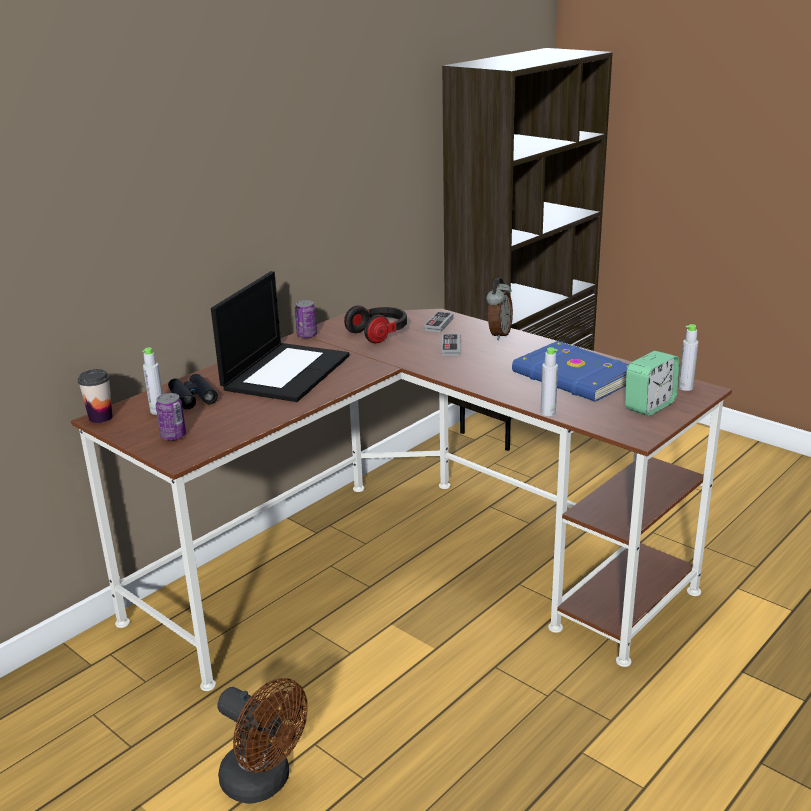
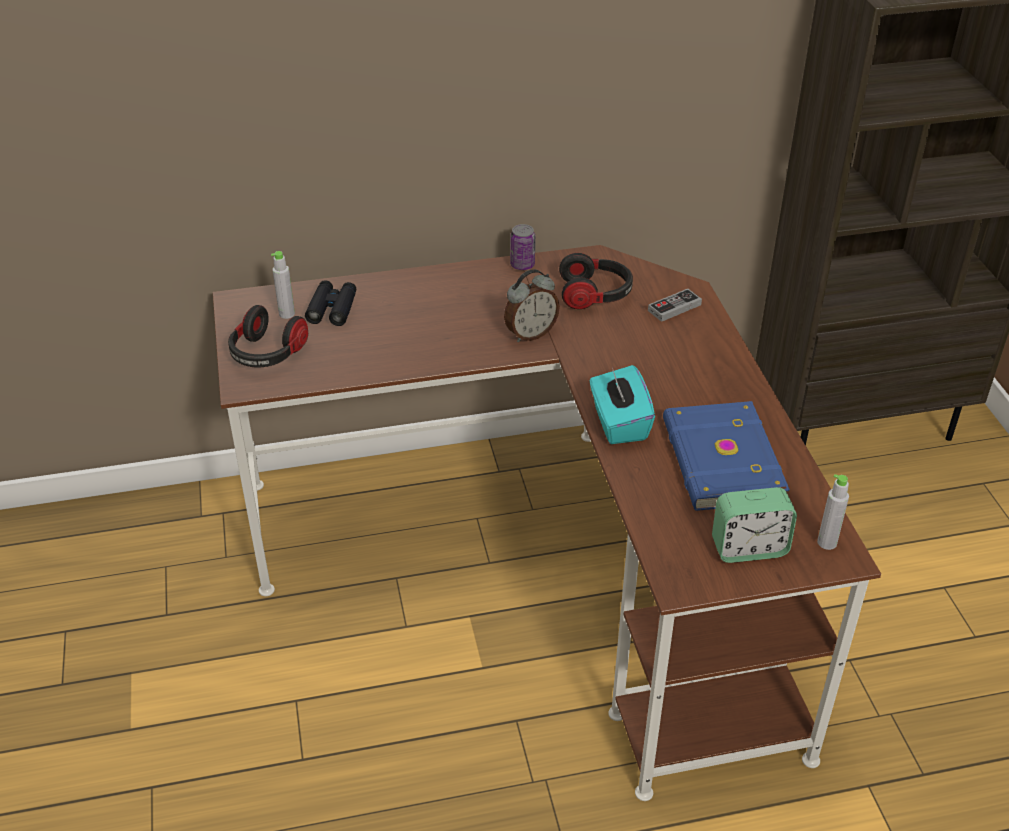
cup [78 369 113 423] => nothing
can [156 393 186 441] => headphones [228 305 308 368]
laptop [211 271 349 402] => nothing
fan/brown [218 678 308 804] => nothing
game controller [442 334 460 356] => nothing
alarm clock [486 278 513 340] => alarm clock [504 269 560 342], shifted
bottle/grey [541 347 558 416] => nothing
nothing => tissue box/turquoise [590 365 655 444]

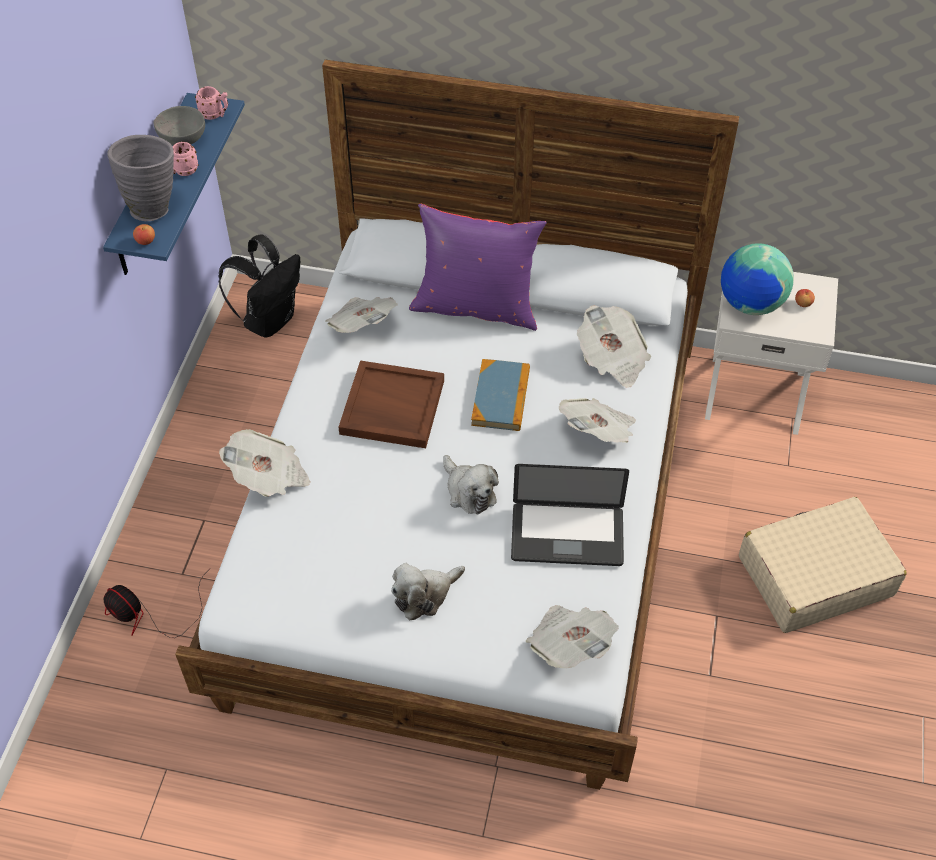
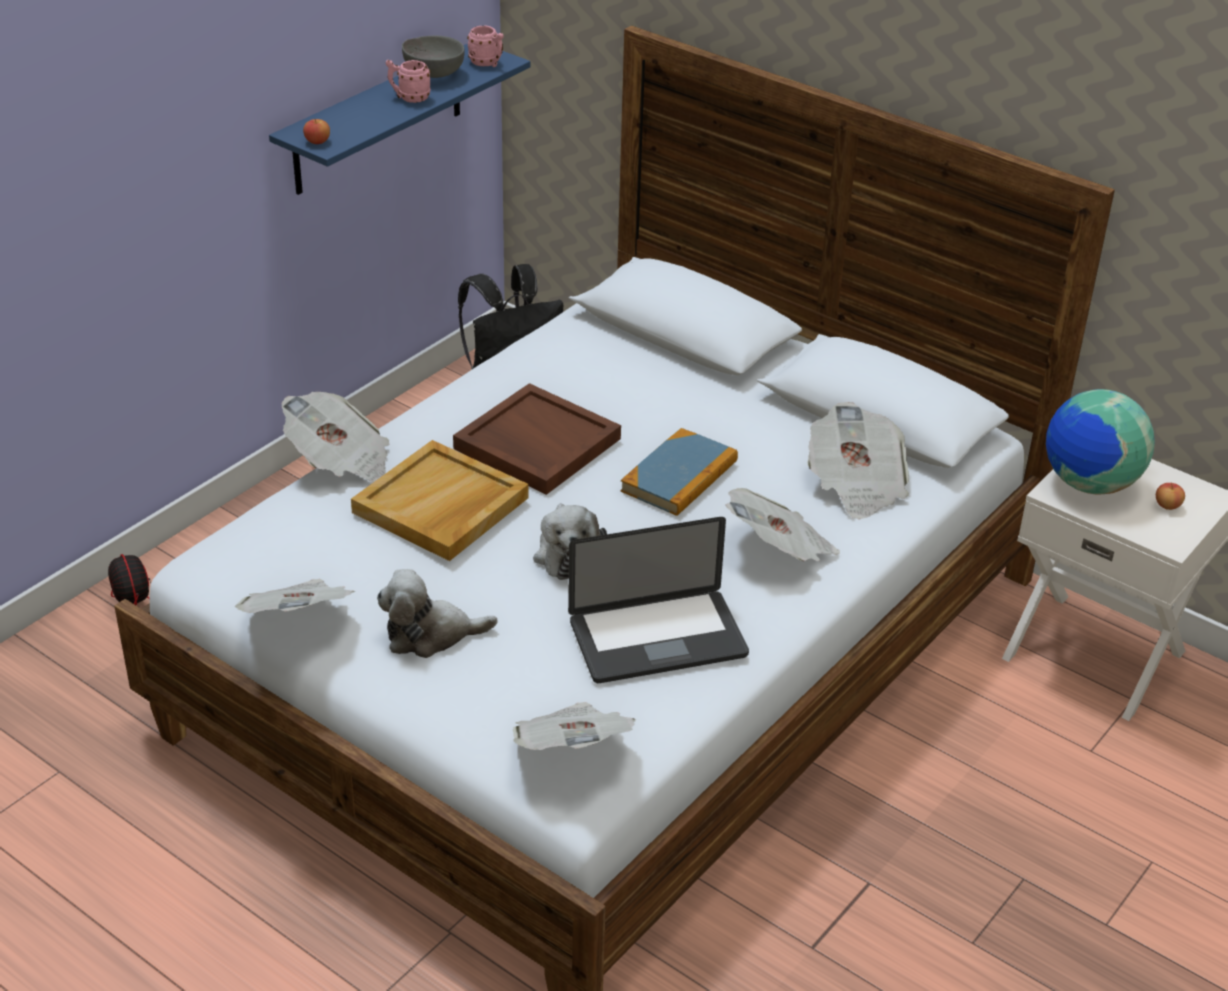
vase/grey [107 135 174 221] => nothing
newspaper [325 297 398 333] => newspaper [235 579 355 613], shifted
pillow/purple [409 204 547 331] => nothing
laptop [511 464 629 566] => laptop [568 517 749 683], 45 degrees counterclockwise
suitcase/beige [739 497 907 633] => nothing
nothing => tray/beige [351 440 529 561]

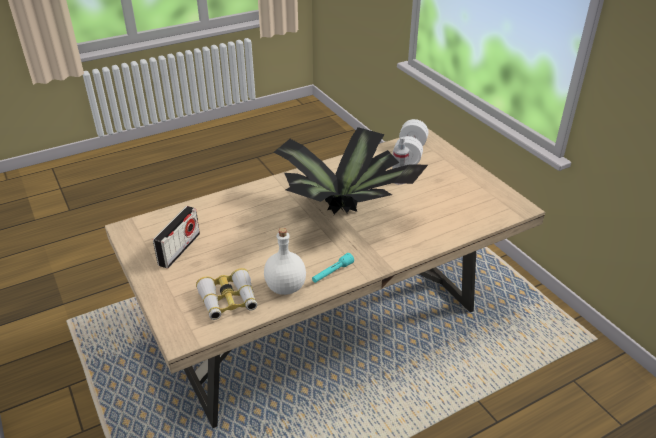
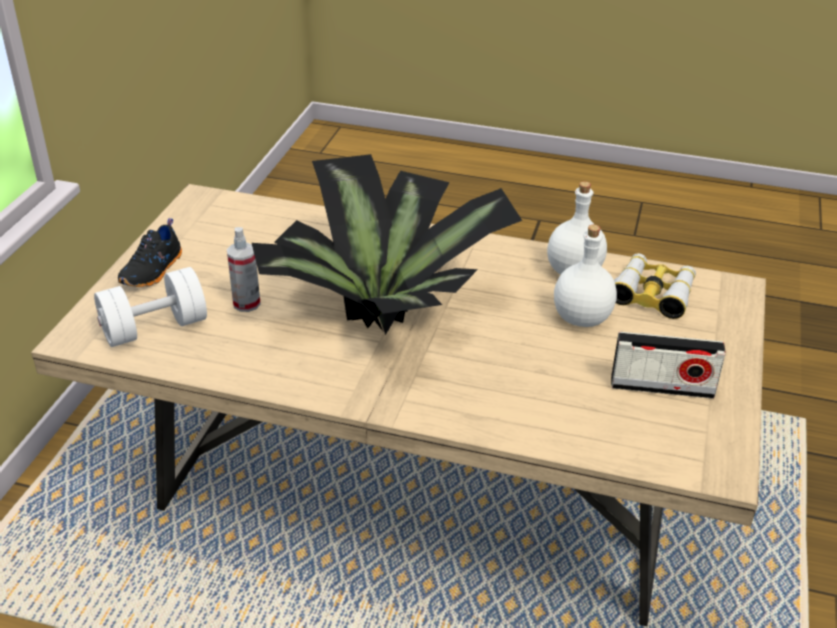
radio [153 206 200 268] => radio [611 332 725 399], 150 degrees counterclockwise
flashlight/turquoise [312 253 354 283] => nothing
nothing => shoe/black [118 218 182 287]
nothing => bottle/white [554 224 617 327]

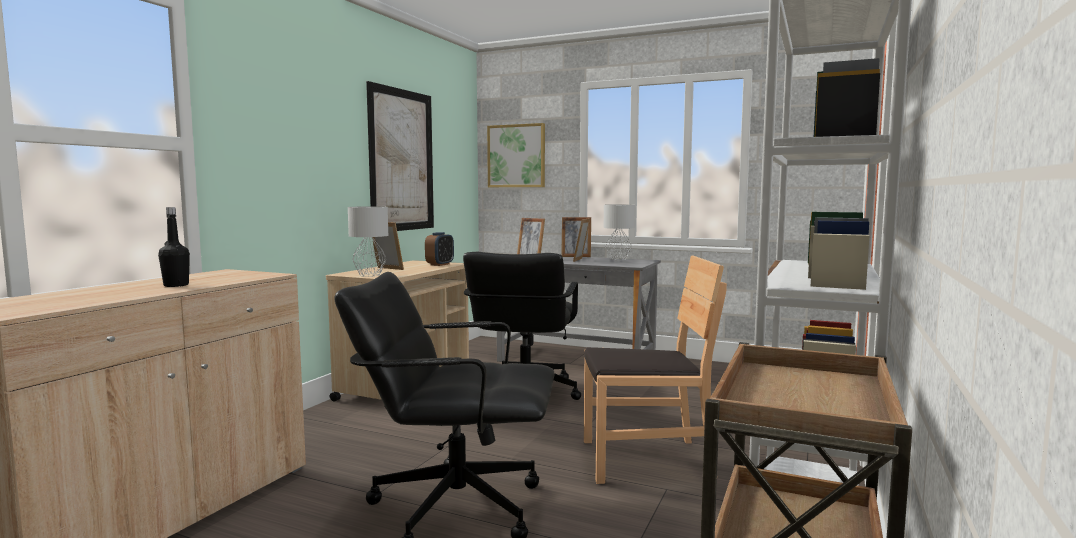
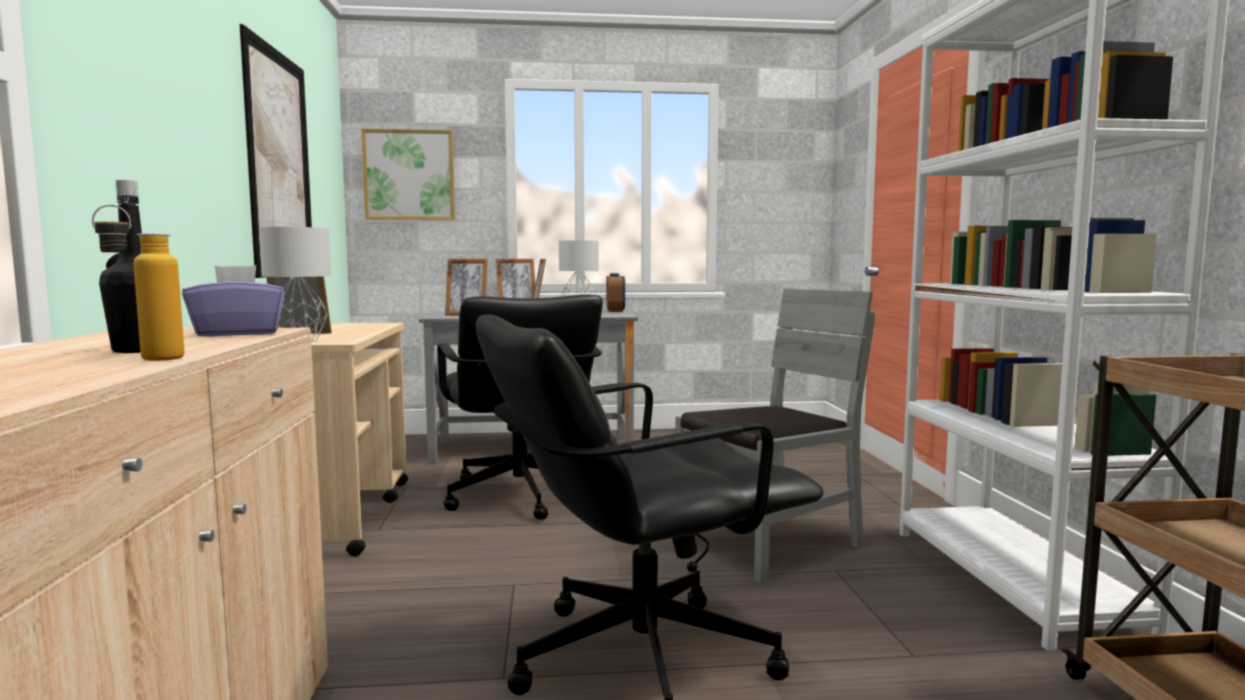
alarm clock [425 232 454 266] => alarm clock [606 273 625 312], shifted
chair/brown [584 255 727 484] => chair/grey [675 288 875 584]
nothing => bottle [92 205 184 361]
nothing => tissue box/purple [182 265 284 337]

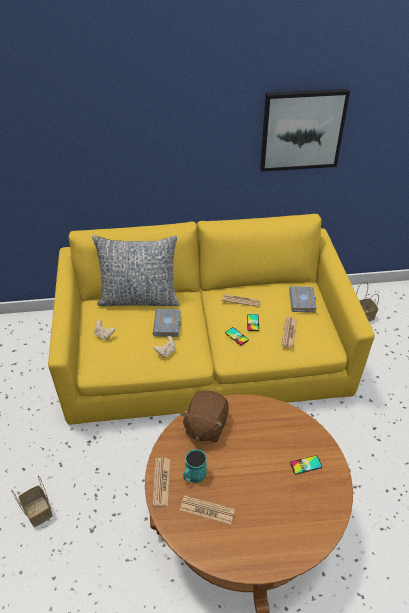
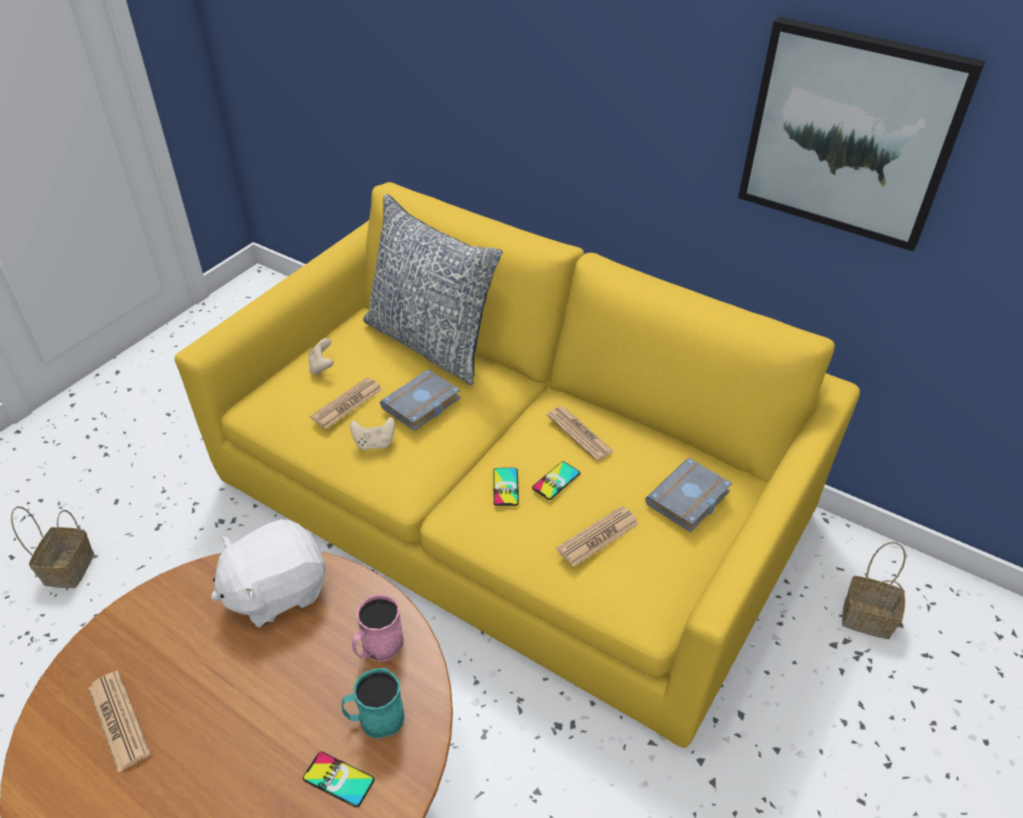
newspaper [152 458 170 506] => newspaper [310 377 382 429], shifted
plush toy/brown [181 390 229 442] => plush toy/white [211 519 326 628]
mug/turquoise [183 449 207 483] => mug/turquoise [341 668 404 738], shifted
nothing => mug/pink [352 595 404 662]

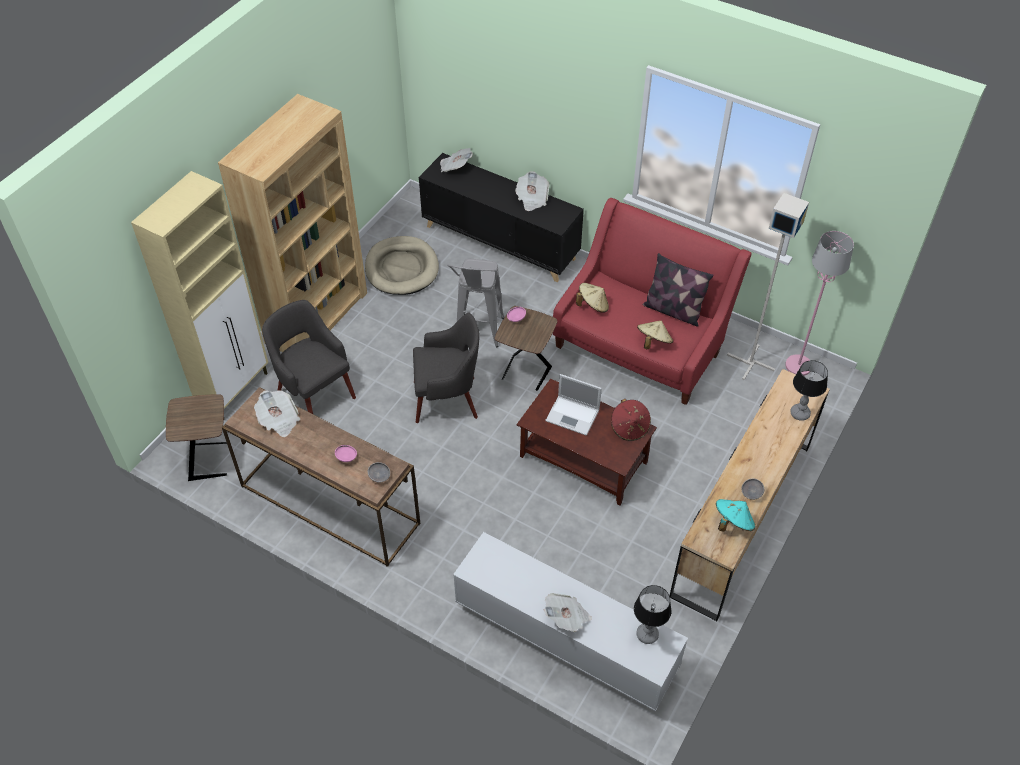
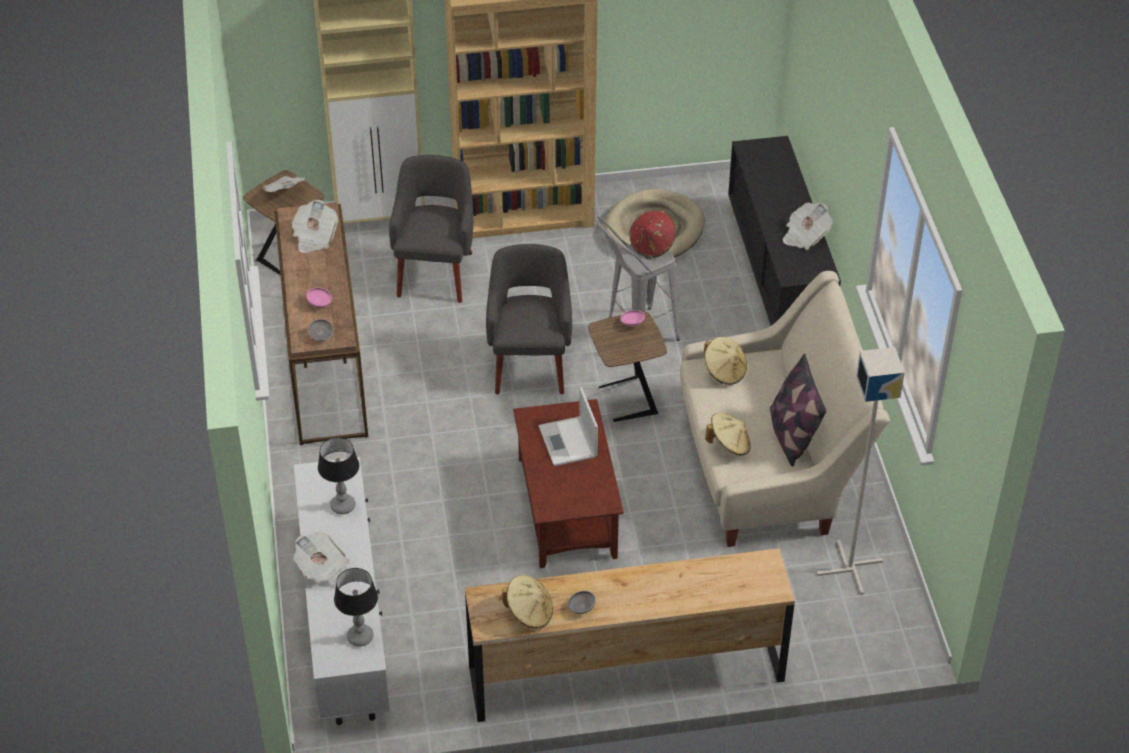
armchair/grey [413 313 480 423] => armchair/grey [486 244 572 395], 135 degrees counterclockwise
newspaper [440 148 473 172] => newspaper [263 176 305 192], shifted
sofa/red [553 198 752 405] => sofa/beige [680 271 890 547]
hat/red [611 399 651 441] => hat/red [629 210 676 258], shifted
hat/turquoise [716 499 755 531] => hat/beige [502 575 553 629]
floor lamp/pink [785 231 854 376] => nothing
table lamp [790 360 828 421] => table lamp [318 437 359 514], shifted

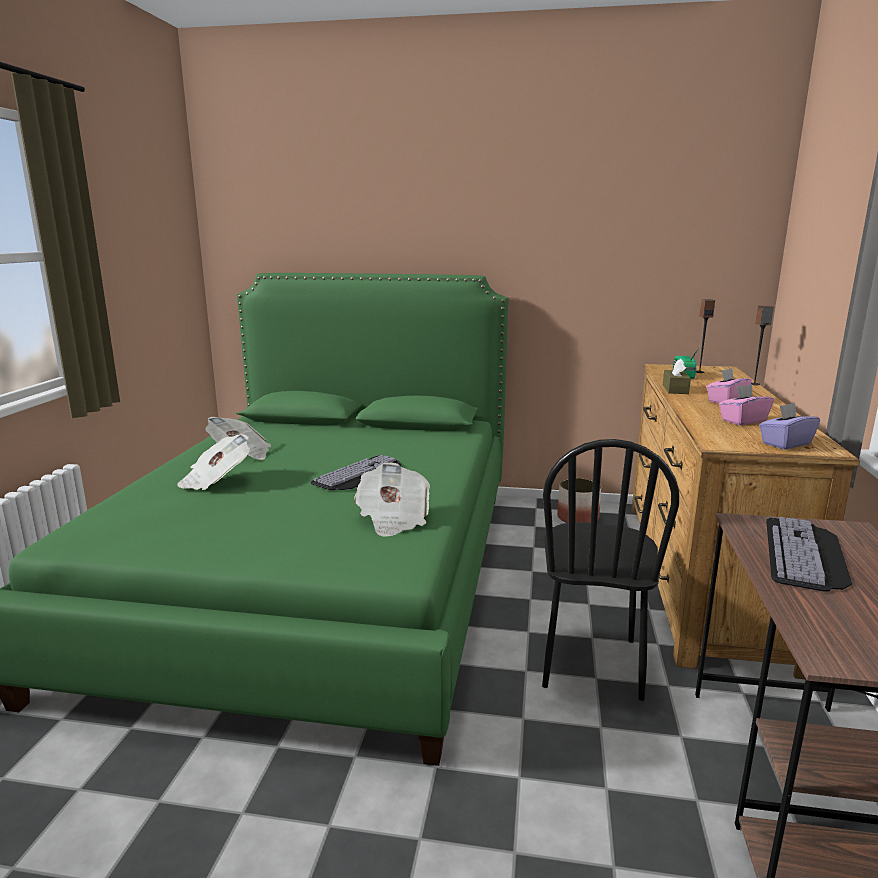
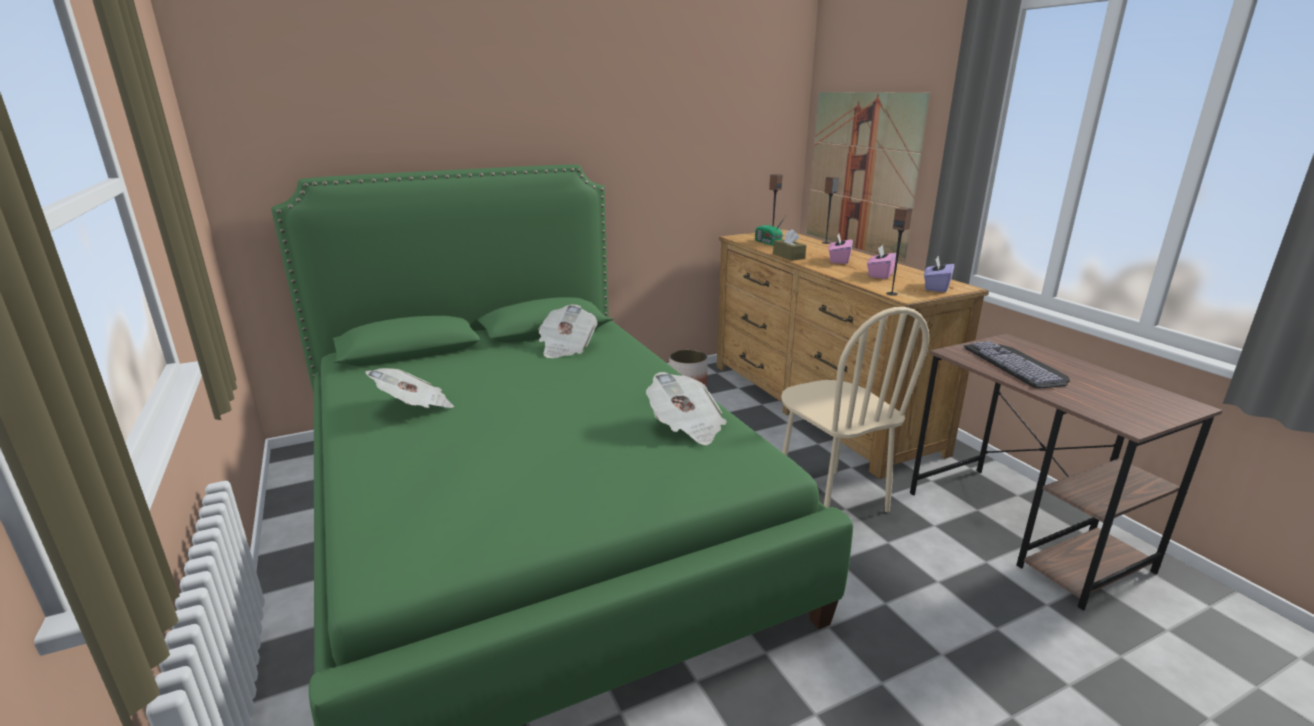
newspaper [177 434 250 490] => newspaper [538 304 598 358], shifted
keyboard [311 455 402 490] => nothing
chair/black [542 439 679 701] => chair/beige [781 307 929 512]
nothing => picture [807 92 930 262]
nothing => speaker [886 207 912 296]

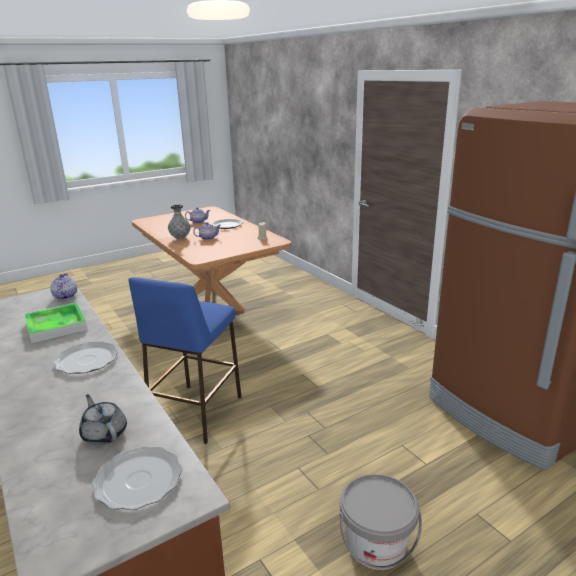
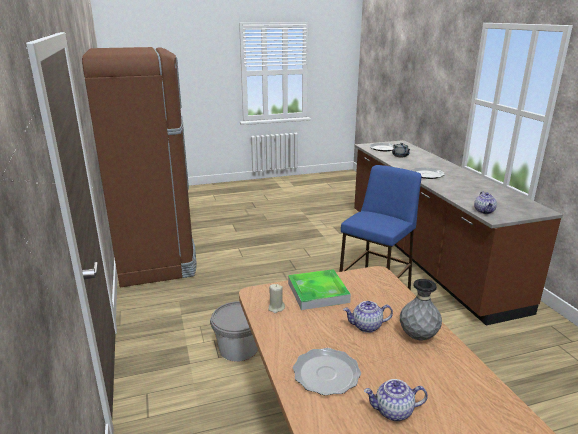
tray [25 303 88 344] => tray [288 269 351 310], shifted
bucket/grey [340 474 422 570] => bucket/grey [210 301 258 362], shifted

